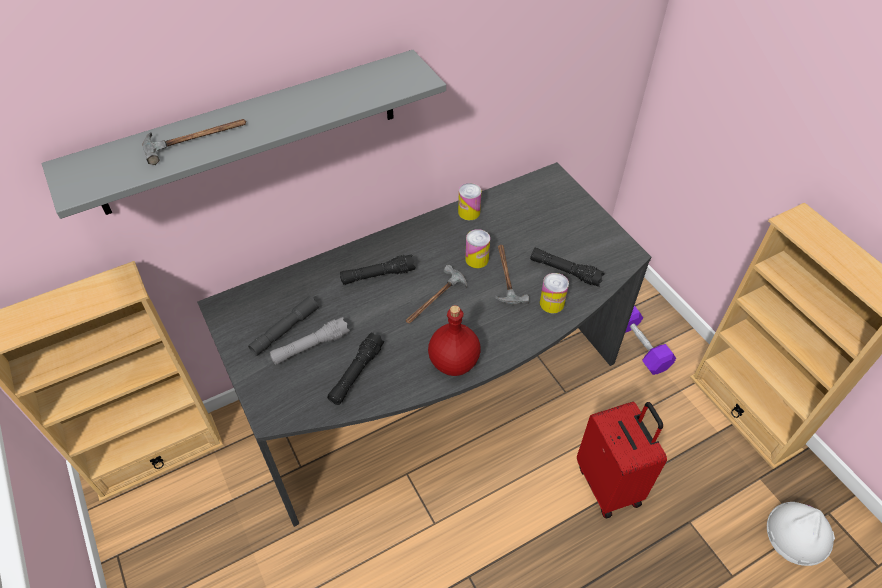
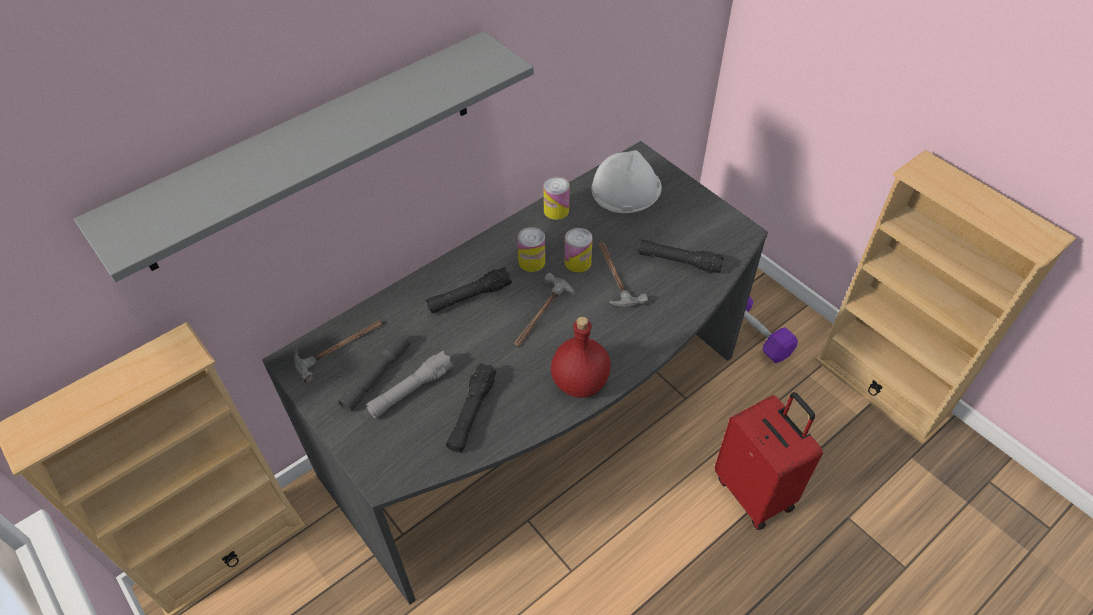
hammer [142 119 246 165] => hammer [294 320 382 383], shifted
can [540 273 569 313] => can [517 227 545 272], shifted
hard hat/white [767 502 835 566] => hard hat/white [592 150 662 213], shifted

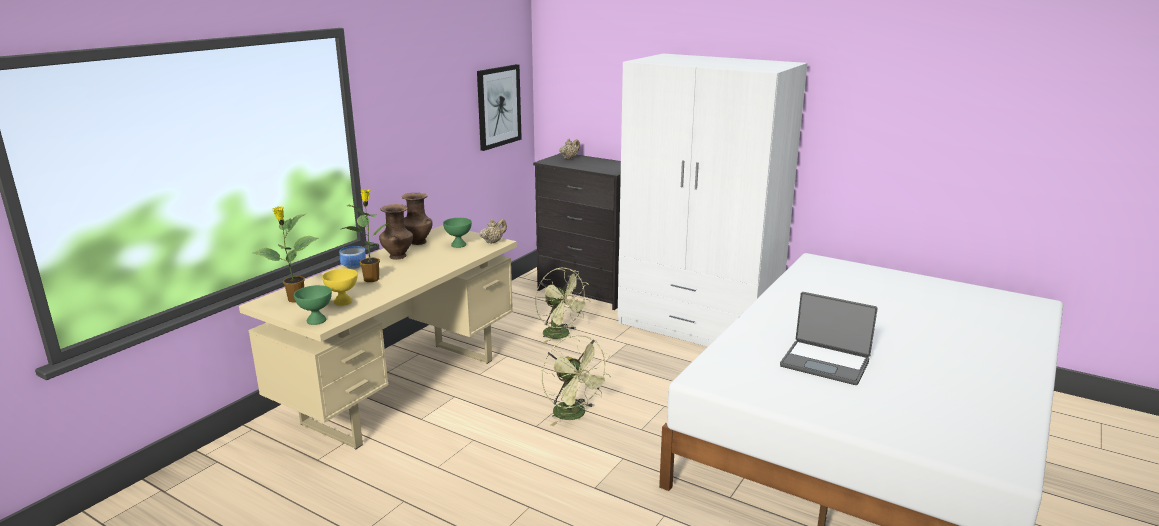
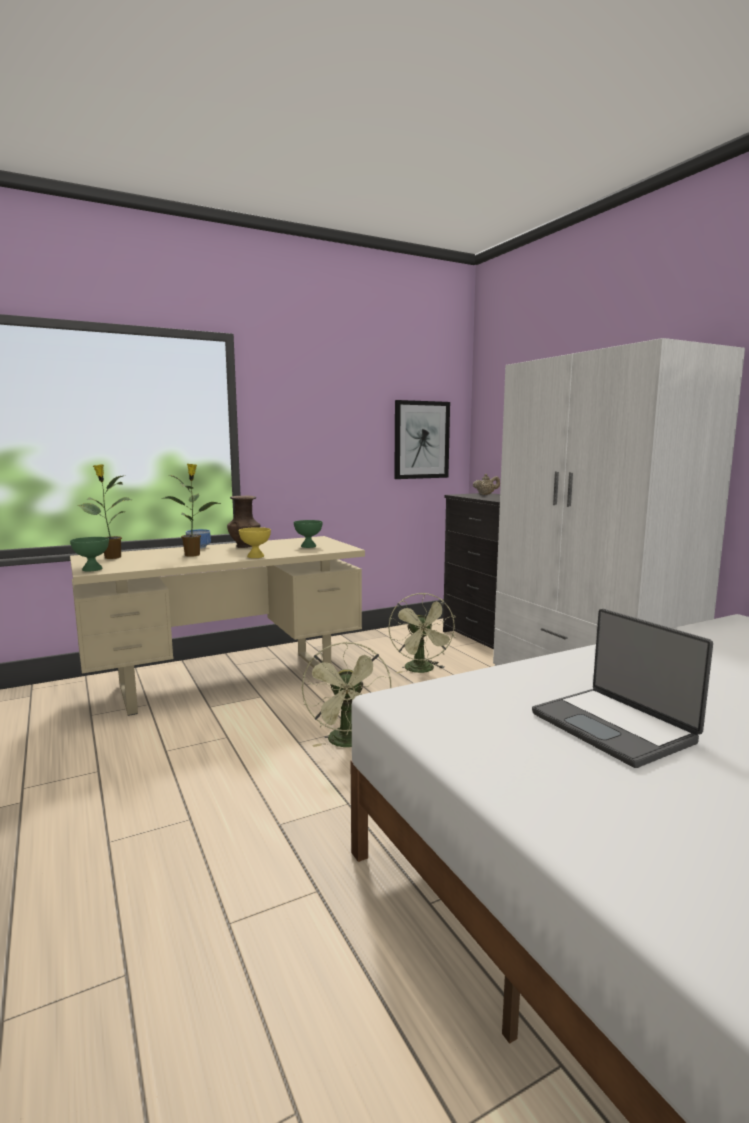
bowl/yellow [322 269 358 306] => bowl/yellow [239 527 271 558], shifted
vase/brown [402 193 433 245] => nothing
teapot/beige [480 219 507 244] => nothing

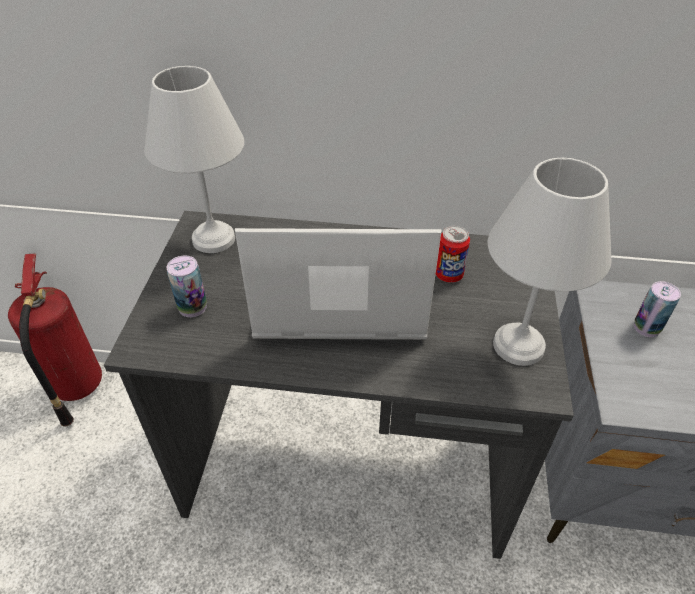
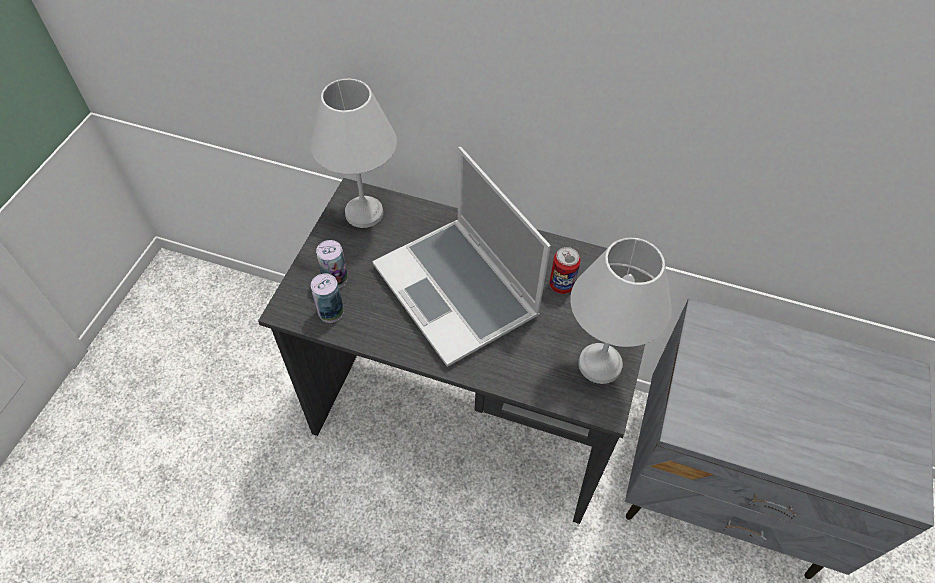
fire extinguisher [8 253 102 427] => nothing
laptop [235 228 442 340] => laptop [372 147 551 367], 135 degrees counterclockwise
can [634 281 681 337] => can [311 273 344 323], shifted

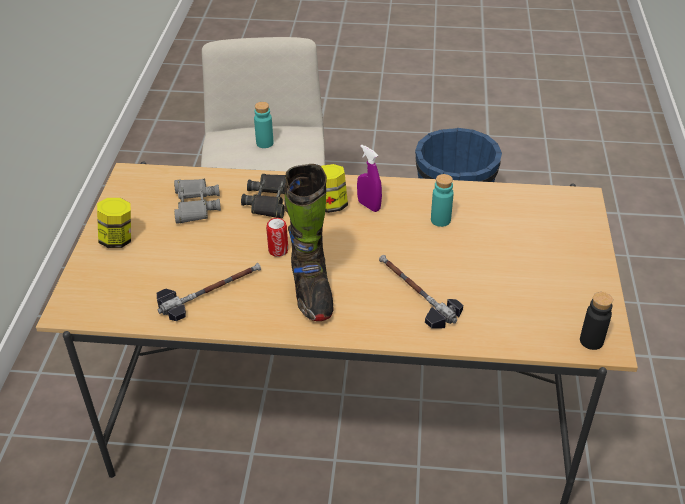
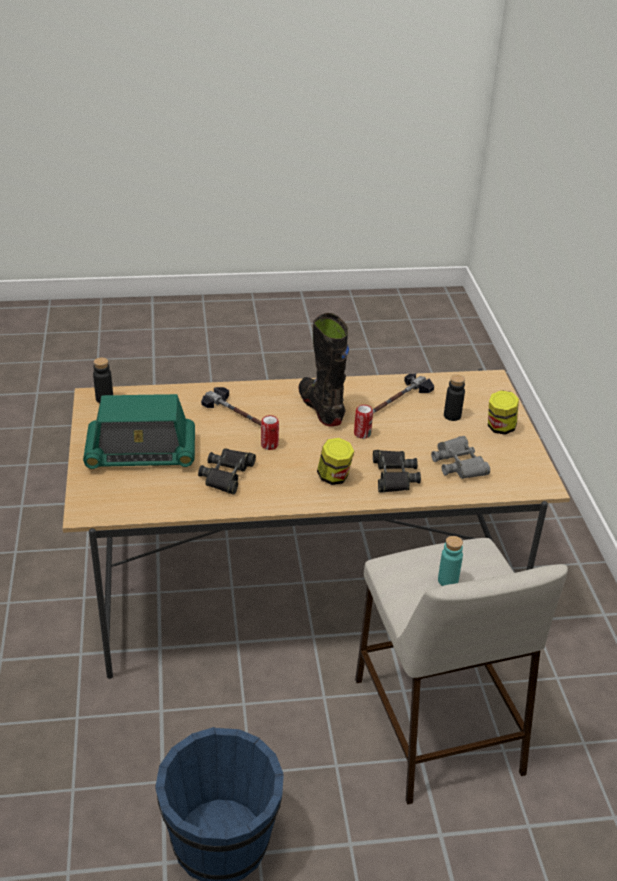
spray bottle/purple [357 145 382 212] => nothing
bottle/turquoise [431 174 454 227] => binoculars/black [198 448 256 494]
nothing => radio [83 394 195 469]
nothing => can [261 415 279 450]
nothing => bottle/black [444 375 465 421]

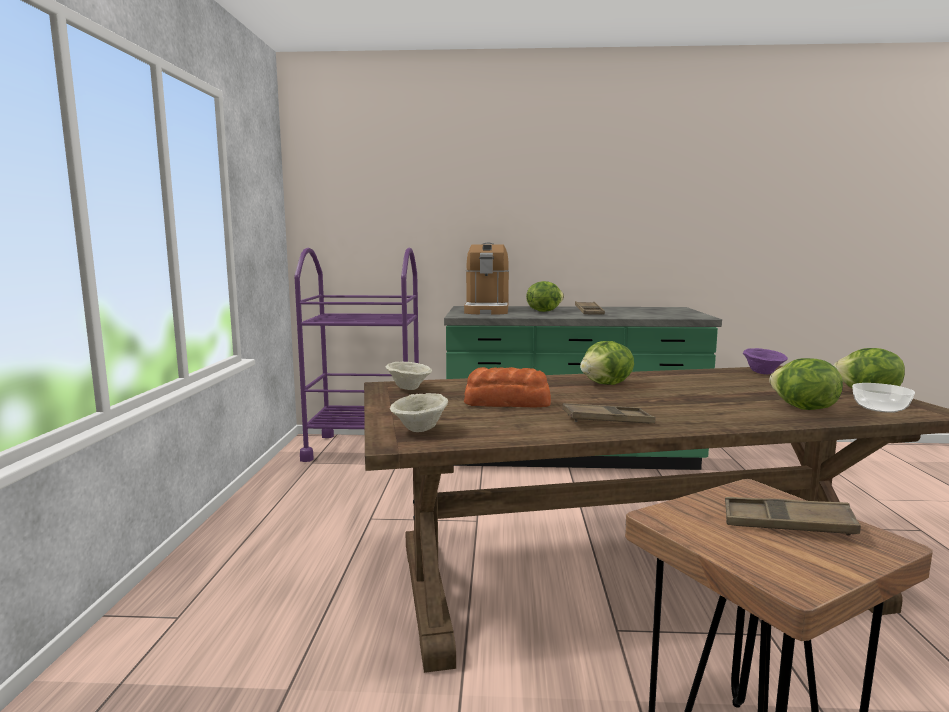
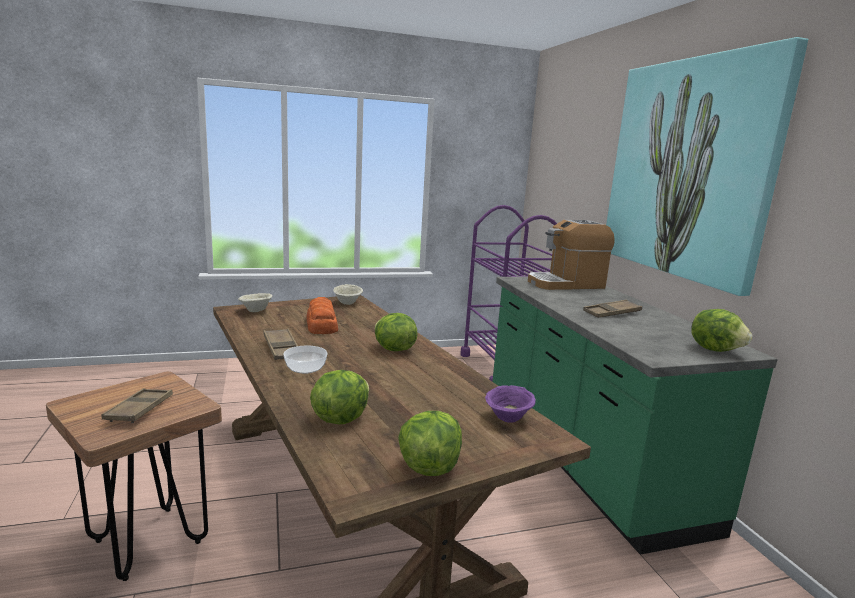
lettuce [526 281 564 312] => lettuce [691 309 752 352], shifted
bowl [852 383 915 413] => bowl [283 346 327 374], shifted
nothing => picture [606 37 808 296]

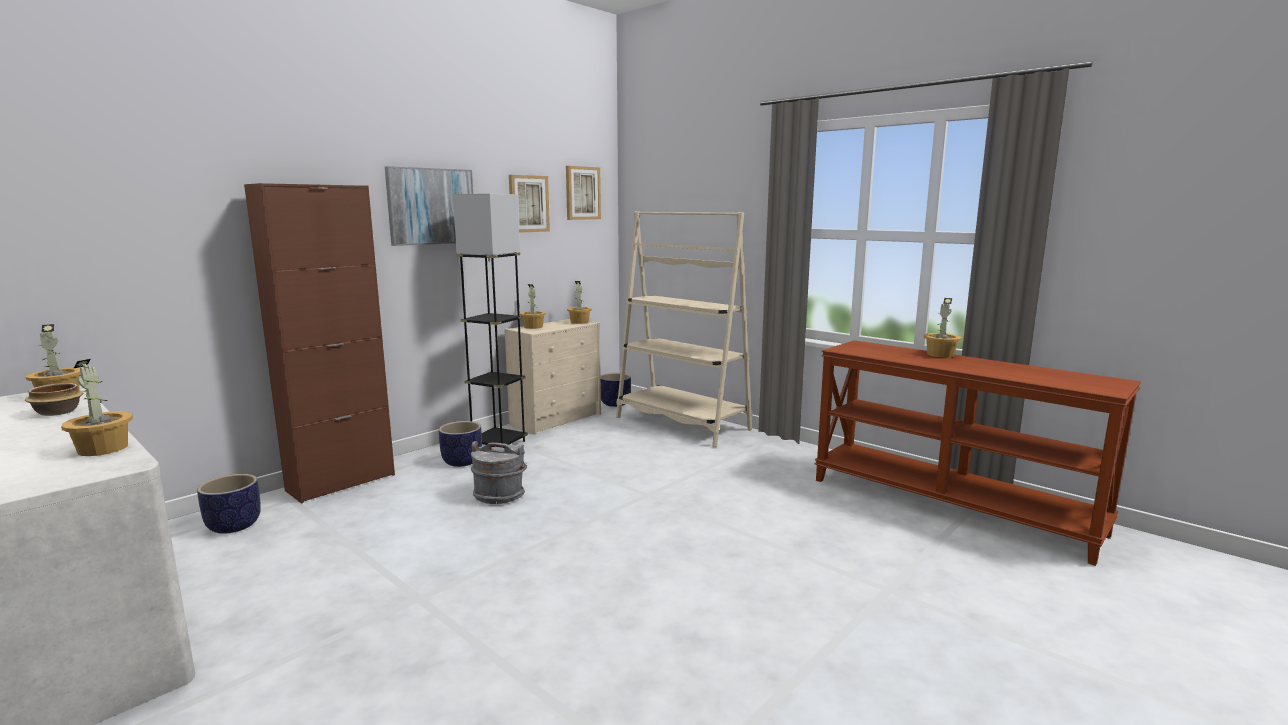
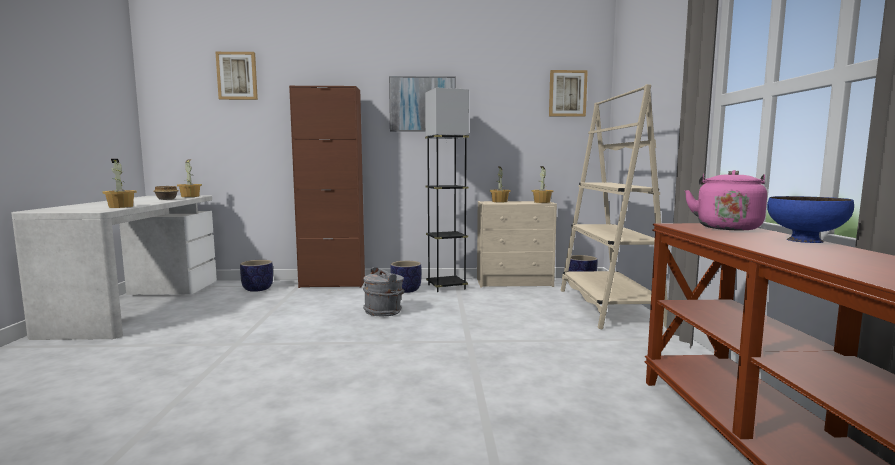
picture [509 175 550 233] => picture [216 52 258 100], shifted
potted plant [924 298 961 358] => bowl/blue [767 196 854 243]
nothing => kettle/pink [685 170 767 230]

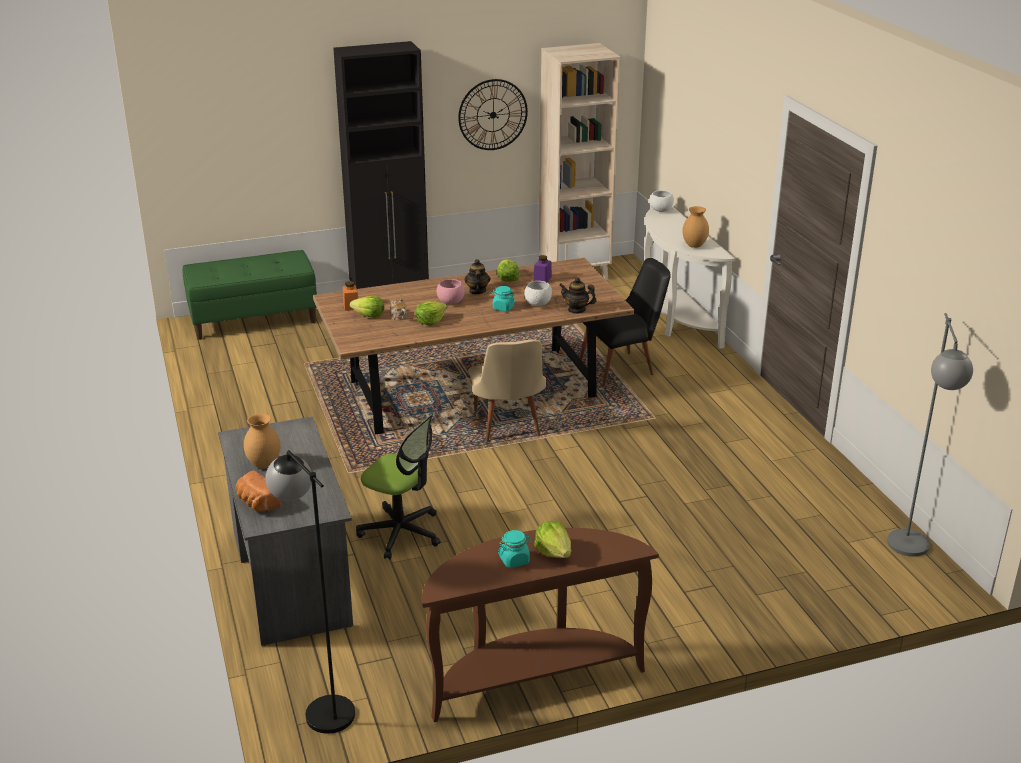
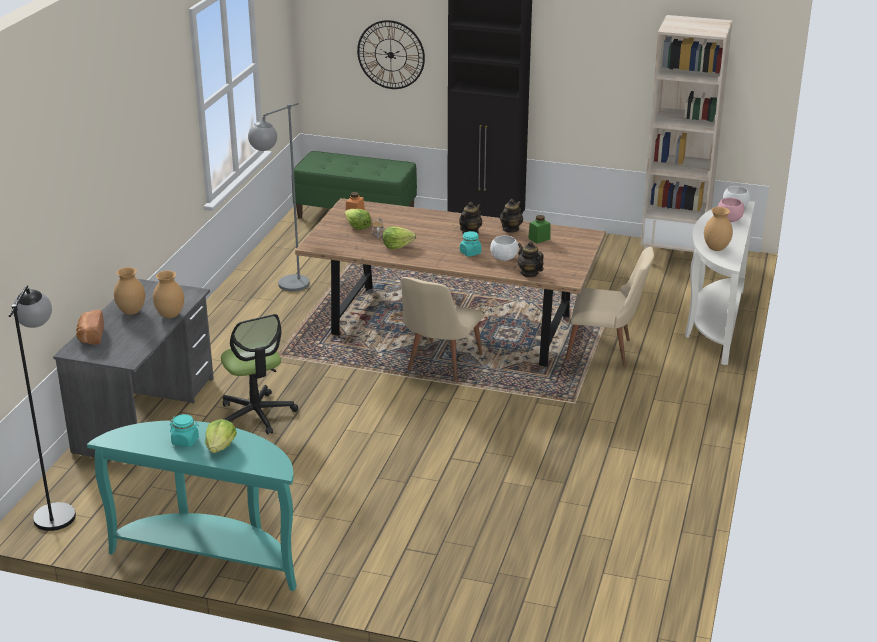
console table/brown [422 528 659 722] => console table/turquoise [87 420 297 591]
bowl/pink [437 279 465 304] => bowl/pink [718 198 744 222], shifted
wall clock [458 79 528 150] => wall clock [357 20 425 89], shifted
lettuce [497 259 520 282] => teapot [500 199 523 233]
jar/purple [533 255 552 283] => jar/green [528 215 551 244]
chair/black [580 258 671 386] => chair/beige [565 247 654 366]
floor lamp/grey [887 313 973 557] => floor lamp/grey [248 103 310 292], shifted
nothing => vase/brown [153 271 184 318]

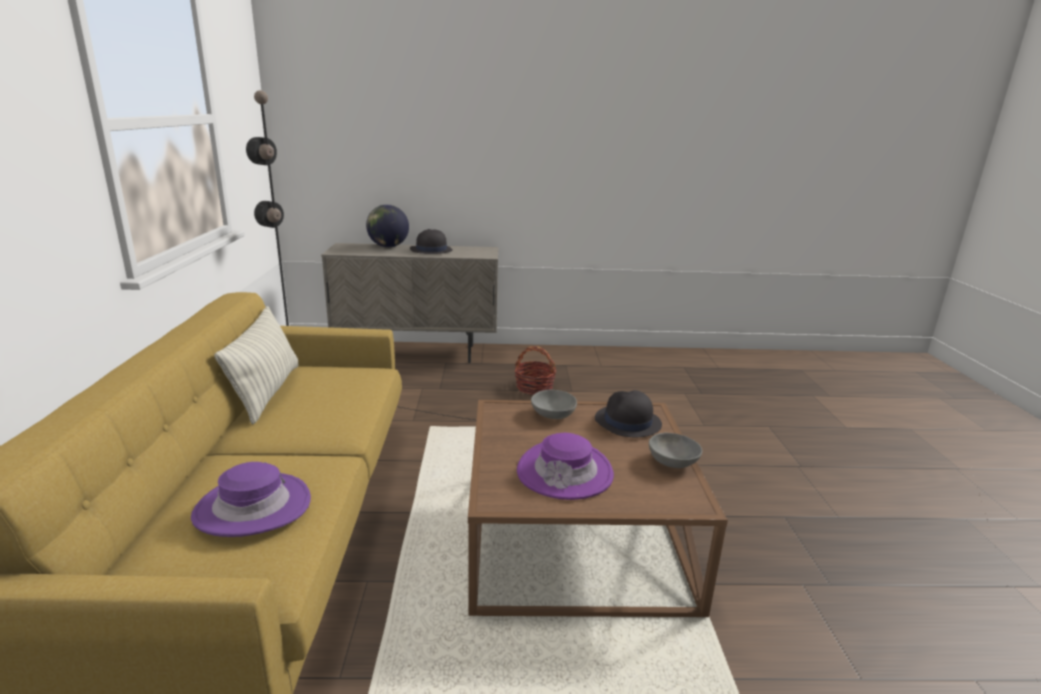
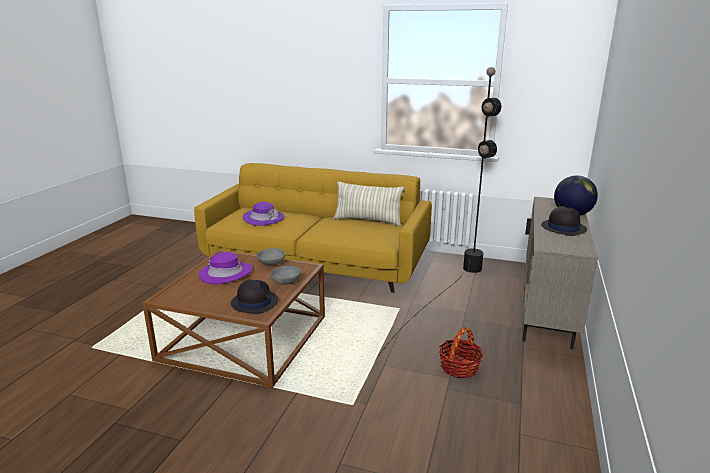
bowl/grey [649 433 702 468] => bowl/grey [257 248 285 265], shifted

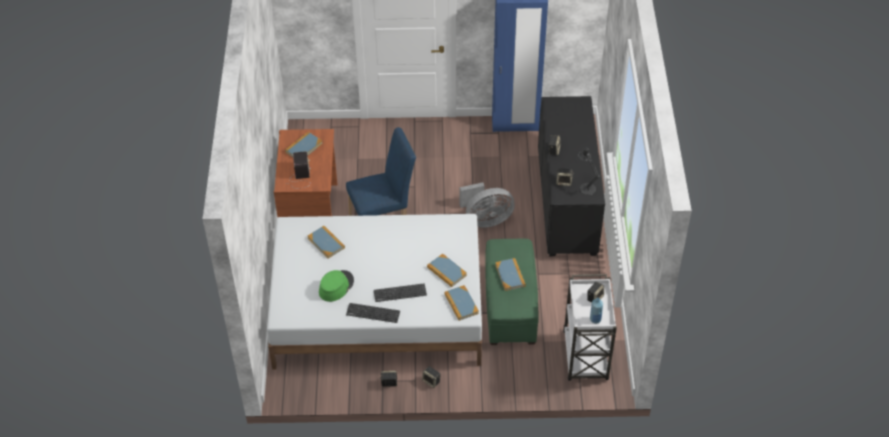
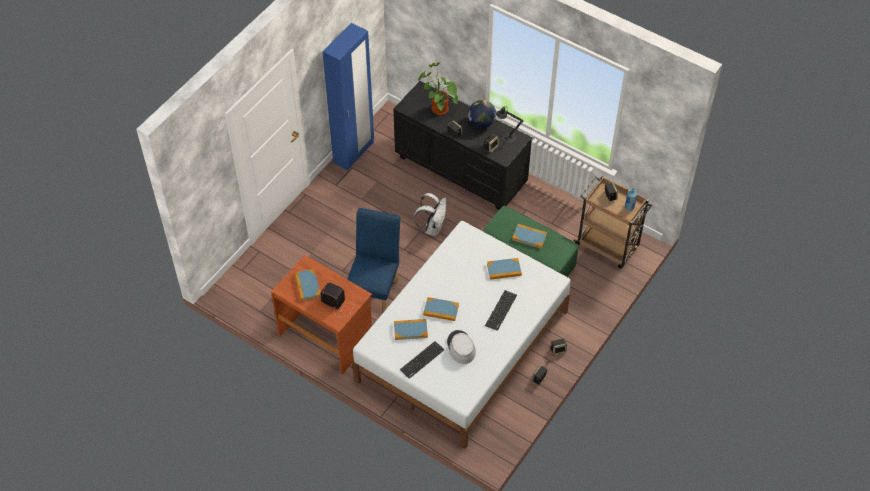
hat/green [319 270 354 302] => hat/grey [447 330 476 364]
keyboard [346 303 400 323] => keyboard [400 341 444 379], shifted
book [444 285 479 321] => book [423 297 459 321], shifted
fan/grey [459 182 515 228] => backpack/white [414 193 446 236]
cart/white [563 274 617 381] => cart/brown [573 176 652 269]
nothing => potted plant [418 62 458 115]
nothing => globe [468 100 496 128]

